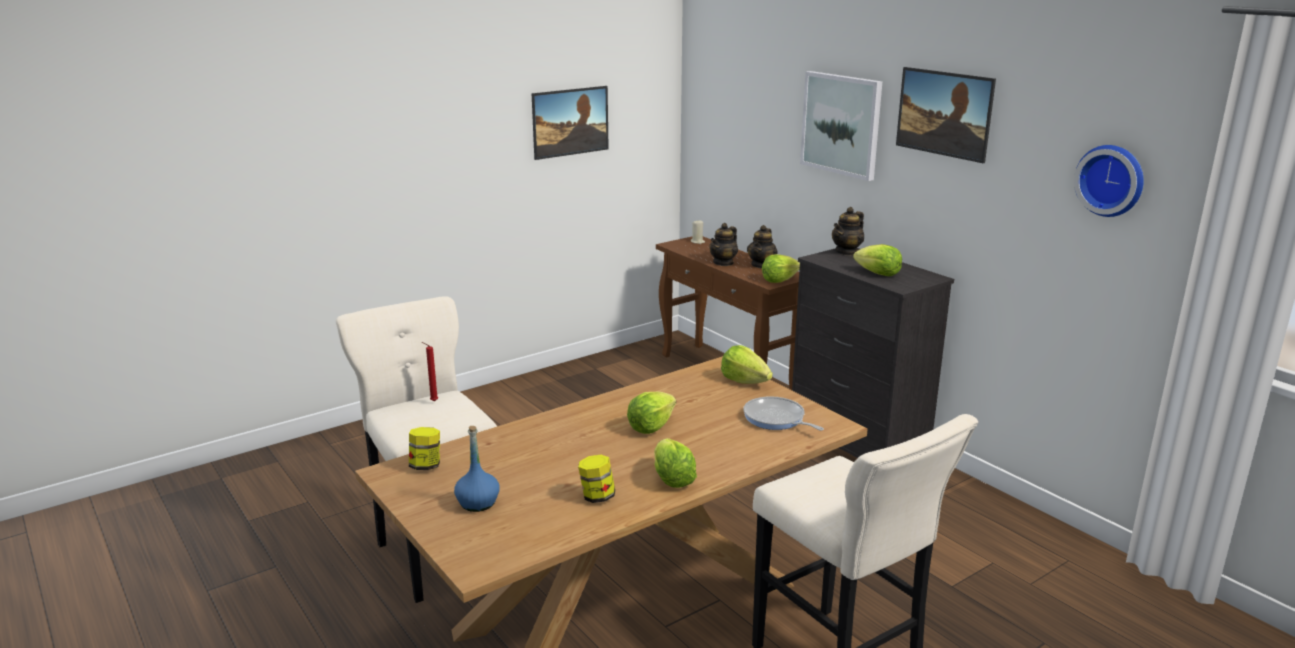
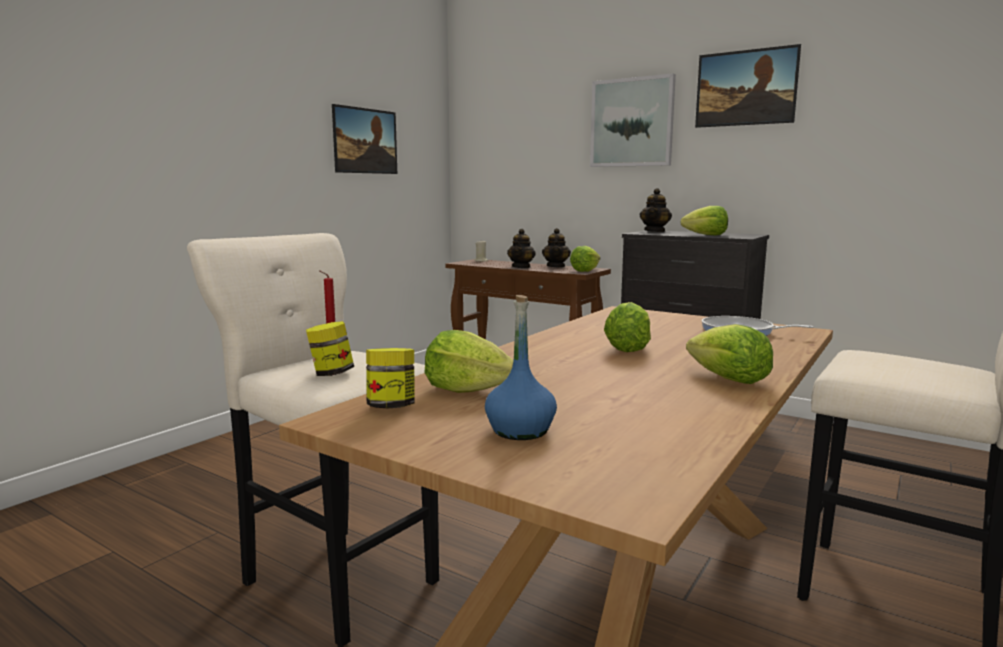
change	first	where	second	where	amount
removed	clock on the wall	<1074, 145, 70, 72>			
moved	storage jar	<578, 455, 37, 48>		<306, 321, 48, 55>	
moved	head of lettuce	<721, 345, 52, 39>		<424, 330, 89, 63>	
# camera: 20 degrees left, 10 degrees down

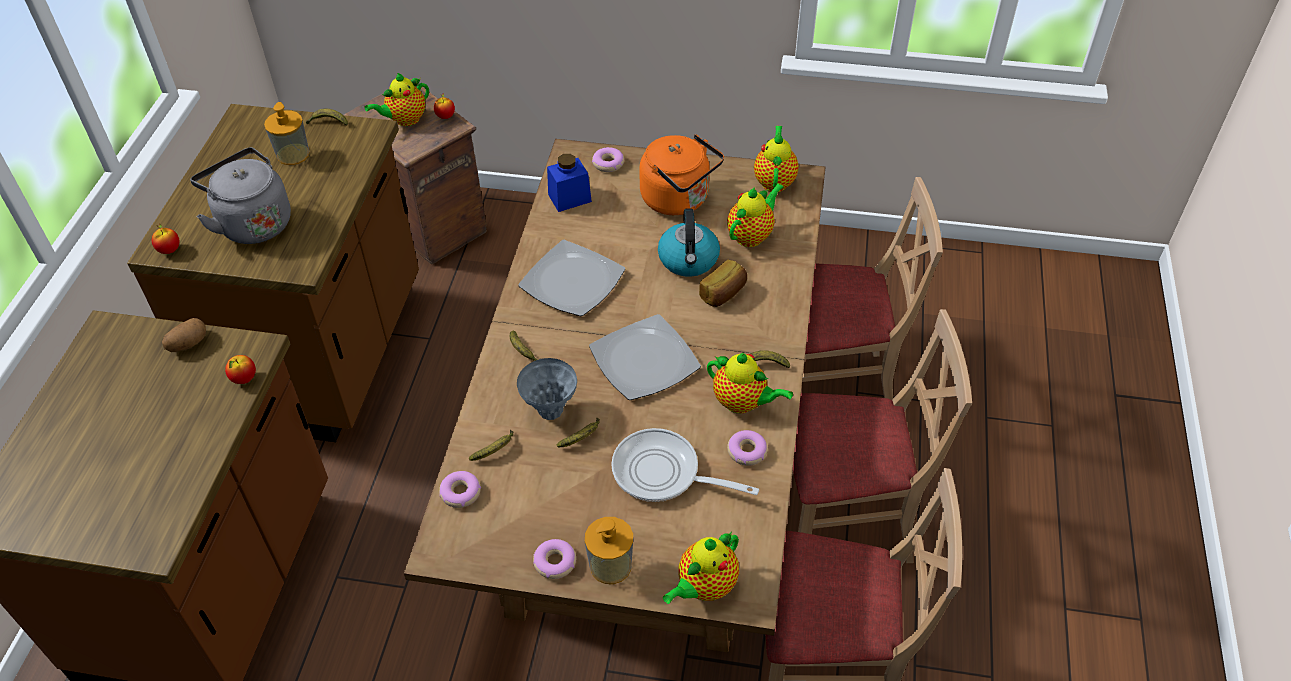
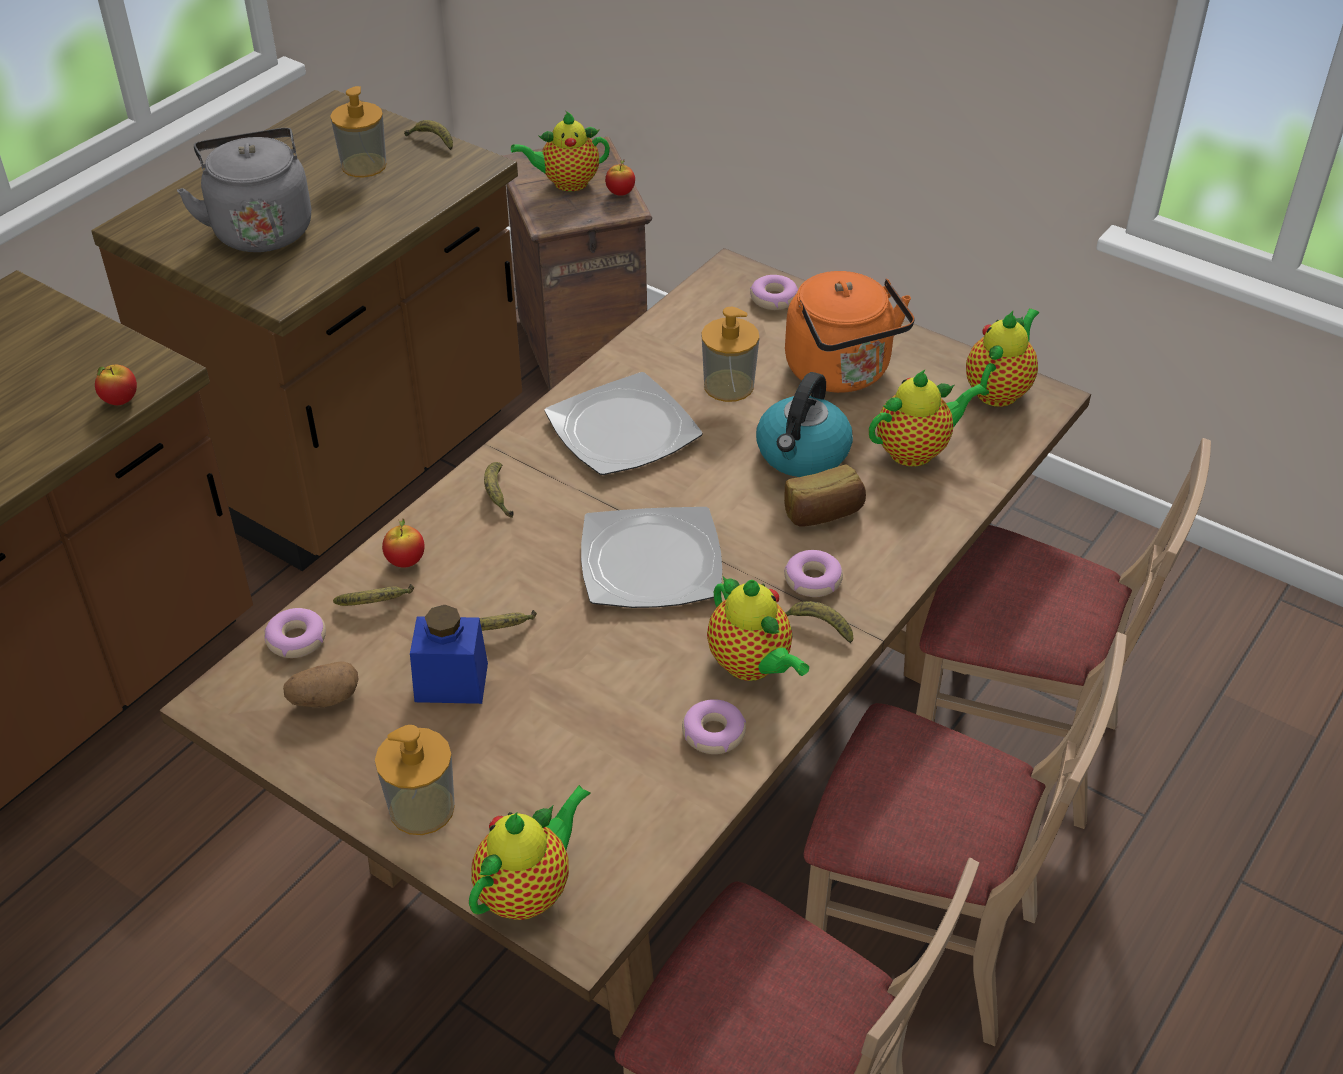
change	first	where	second	where	amount
removed	gray flower vase	<517, 358, 60, 62>			
removed	pan	<611, 428, 148, 74>			
added			liquid soap bottle	<701, 307, 58, 95>	
moved	whole apple	<152, 224, 27, 30>		<382, 519, 42, 49>	
moved	whole potato	<162, 318, 44, 34>		<283, 661, 76, 46>	
moved	donut	<533, 539, 43, 40>		<784, 550, 59, 47>	
moved	blue-coloured storage jar	<547, 154, 45, 58>		<410, 605, 78, 99>	
turned	teapot	<663, 532, 76, 72>		<469, 785, 122, 135>	150 degrees clockwise
# camera: 25 degrees right, 5 degrees down

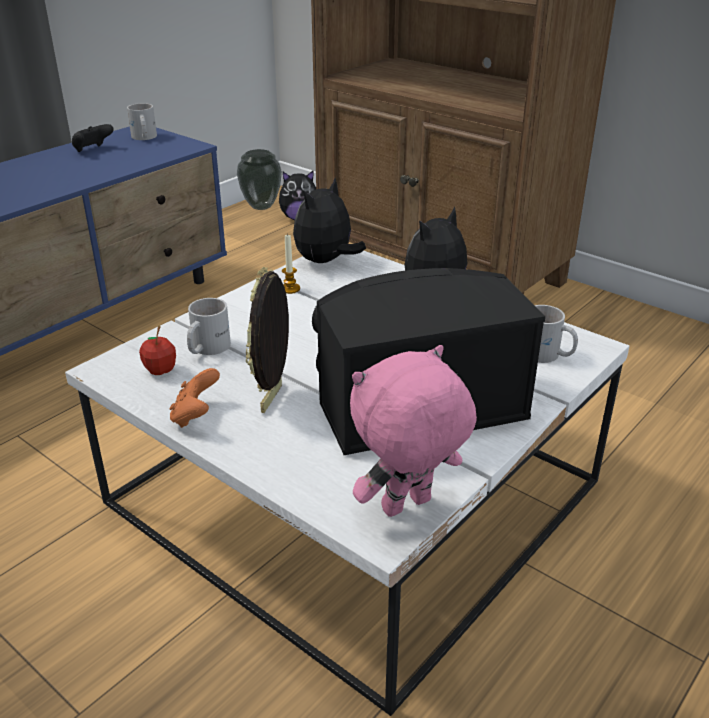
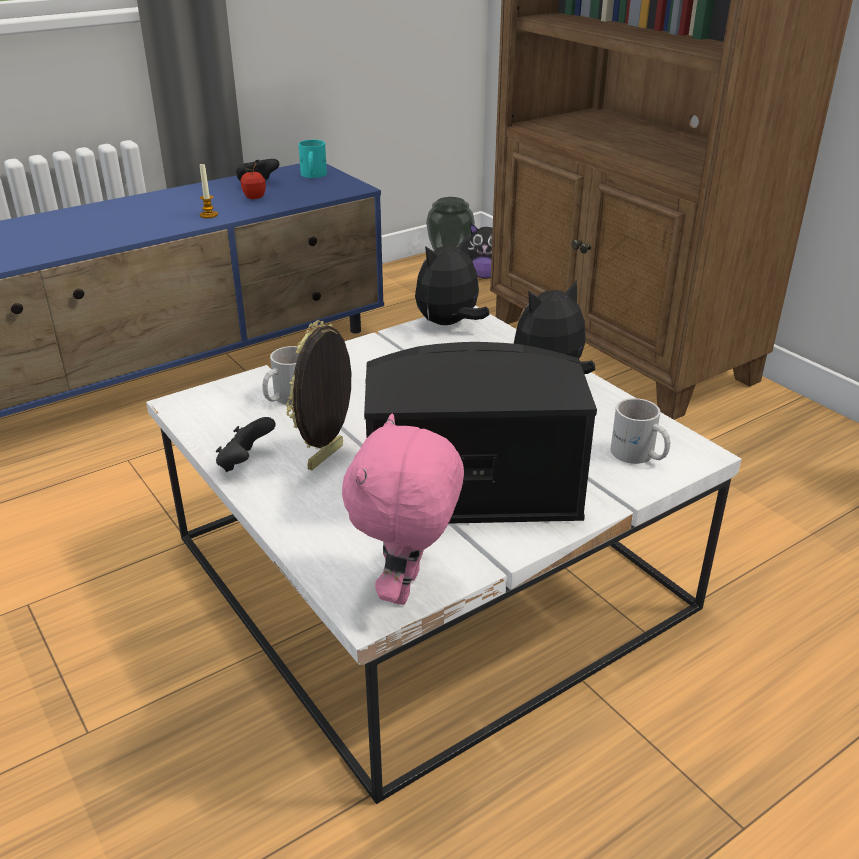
change	first	where	second	where	amount
moved	whole apple	<139, 326, 37, 49>		<240, 163, 26, 36>	
moved	candle	<282, 233, 18, 61>		<200, 164, 18, 54>	
recoloured	white tea mug	<127, 103, 30, 37>	blue-green tea mug	<298, 140, 29, 38>	
recoloured	orange-coloured game controller	<170, 368, 50, 60>	black game controller	<216, 417, 60, 55>	
turned	pinkish soft toy	<350, 345, 127, 172>		<342, 413, 122, 192>	60 degrees counterclockwise
# camera: 15 degrees right, 0 degrees up

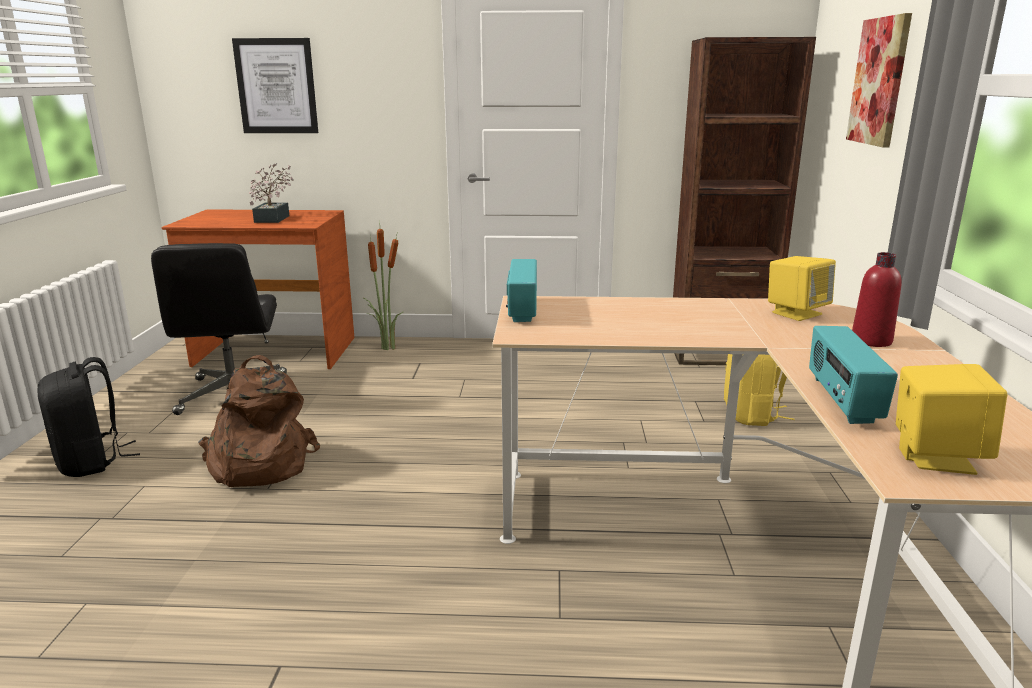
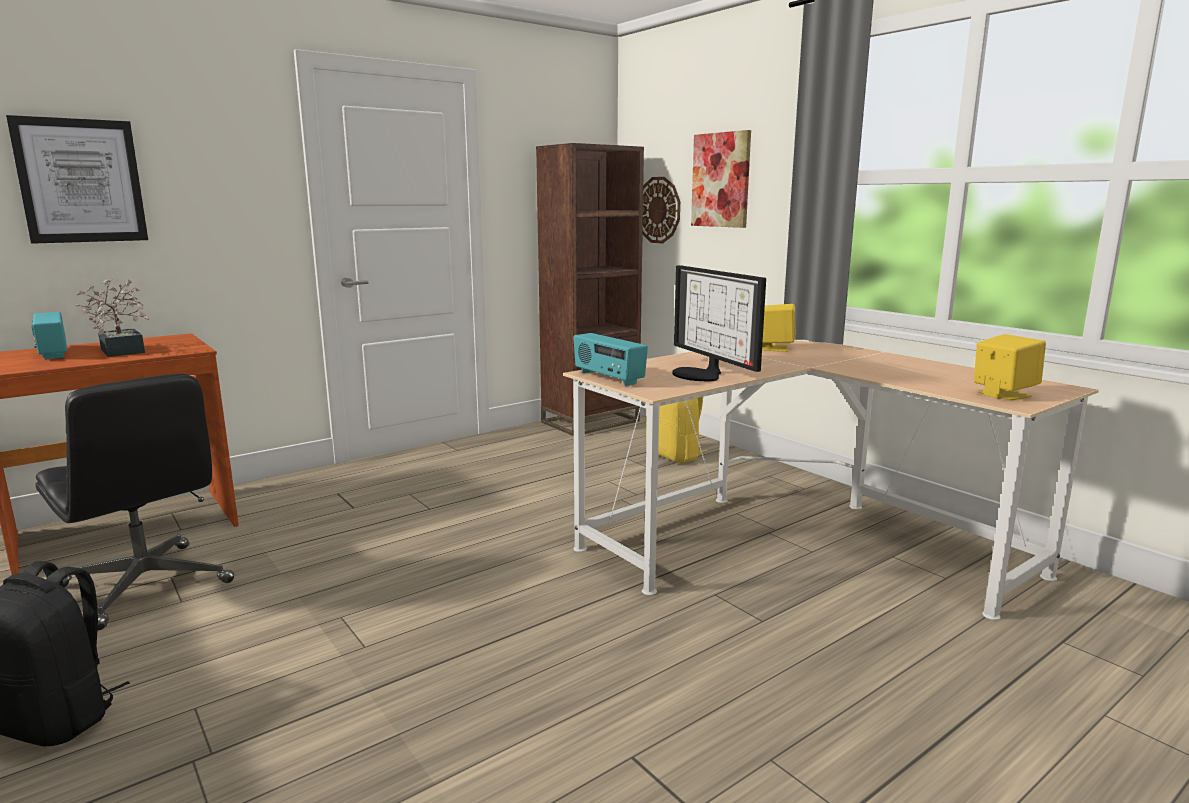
change	first	where	second	where	amount
removed	brownish knapsack	<198, 355, 122, 132>			
removed	houseplant	<364, 229, 39, 121>			
removed	reddish bottle	<852, 252, 50, 95>			
added			clock on the wall	<642, 177, 38, 67>	
added			computer display	<672, 265, 94, 116>	
moved	radio receiver	<809, 326, 89, 98>		<31, 312, 36, 48>	
# camera: 40 degrees left, 5 degrees down

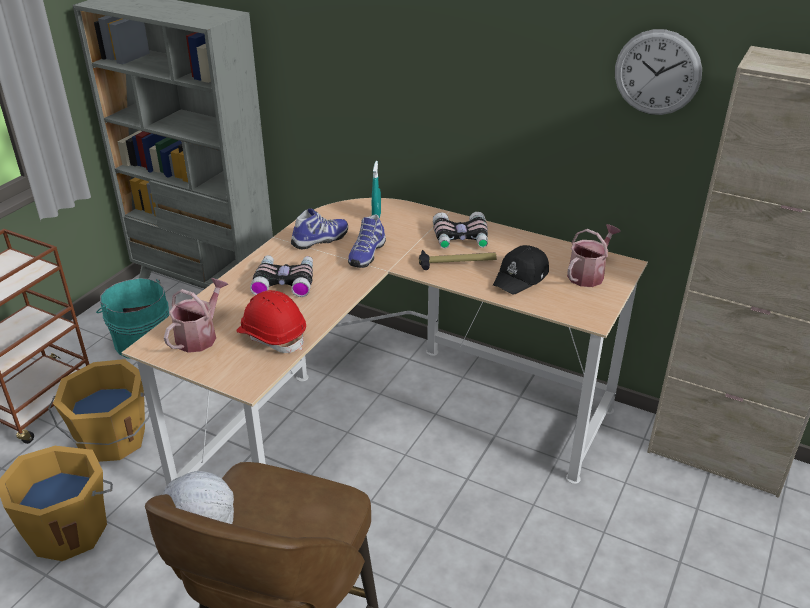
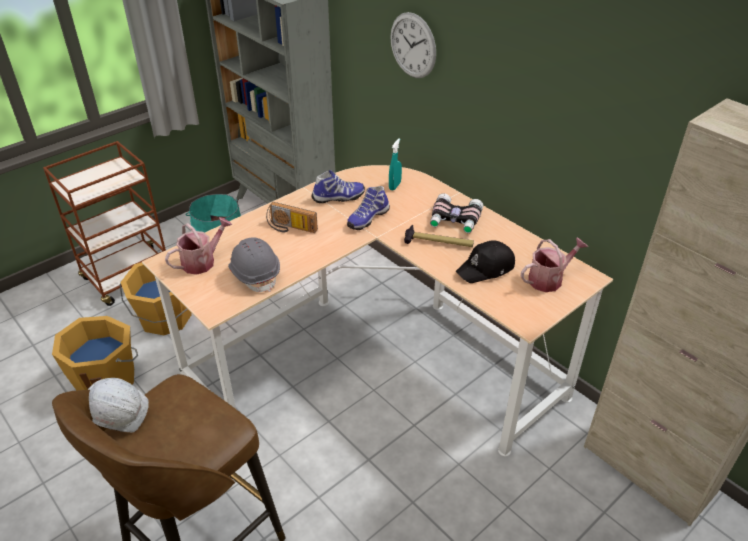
change	first	where	second	where	amount
moved	clock on the wall	<615, 29, 87, 86>		<390, 12, 46, 66>	
replaced	pair of binoculars	<250, 255, 63, 42>	radio receiver	<266, 202, 52, 31>	
recoloured	reddish work helmet	<236, 290, 70, 63>	gray work helmet	<228, 237, 52, 55>	
# camera: 20 degrees right, 5 degrees up

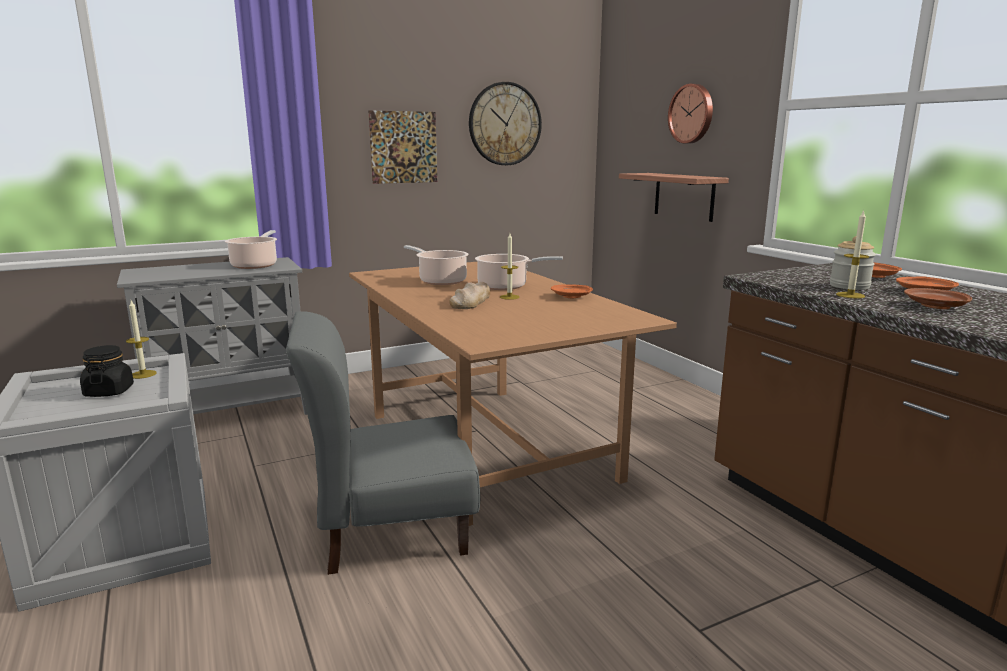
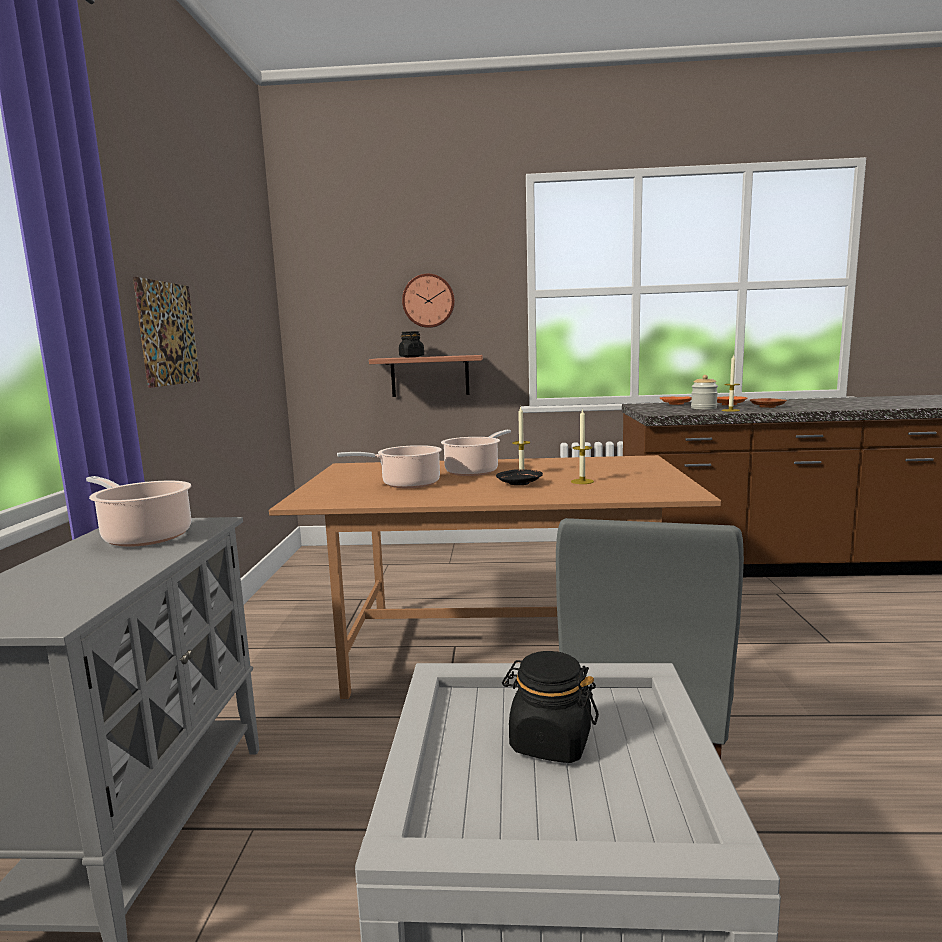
change	first	where	second	where	amount
removed	clock on the wall	<469, 82, 73, 83>			
removed	orange-coloured dinner plate	<551, 284, 42, 14>			
added			black storage jar	<399, 331, 25, 26>	
moved	candle	<126, 301, 30, 78>		<571, 408, 23, 76>	
replaced	bread	<449, 282, 41, 27>	black dinner plate	<496, 469, 47, 16>	
# camera: 60 degrees left, 5 degrees down

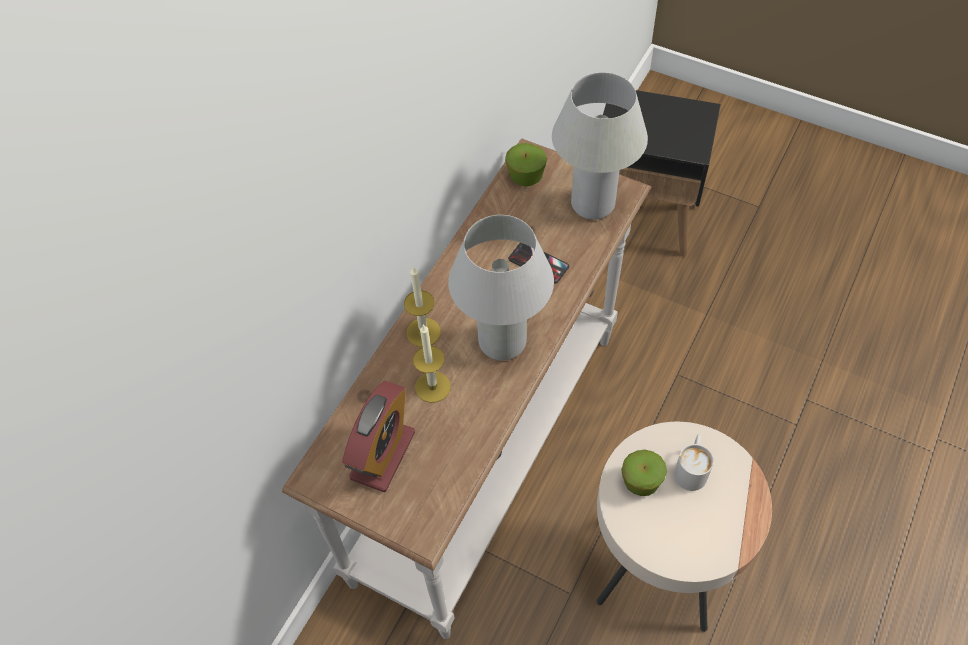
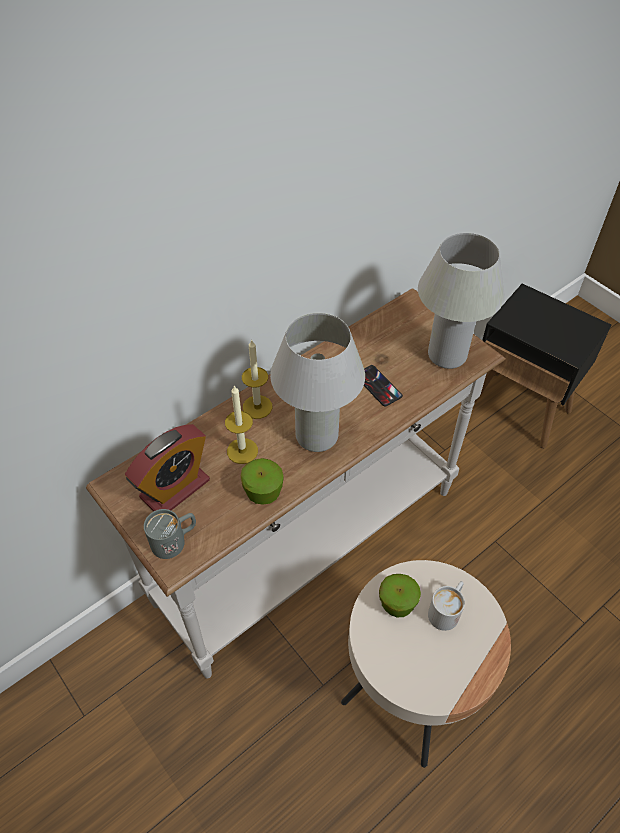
change	first	where	second	where	amount
added			gray tea mug	<144, 509, 52, 50>	
moved	whole apple	<505, 143, 42, 44>		<241, 458, 42, 47>	
# camera: 20 degrees right, 5 degrees down

